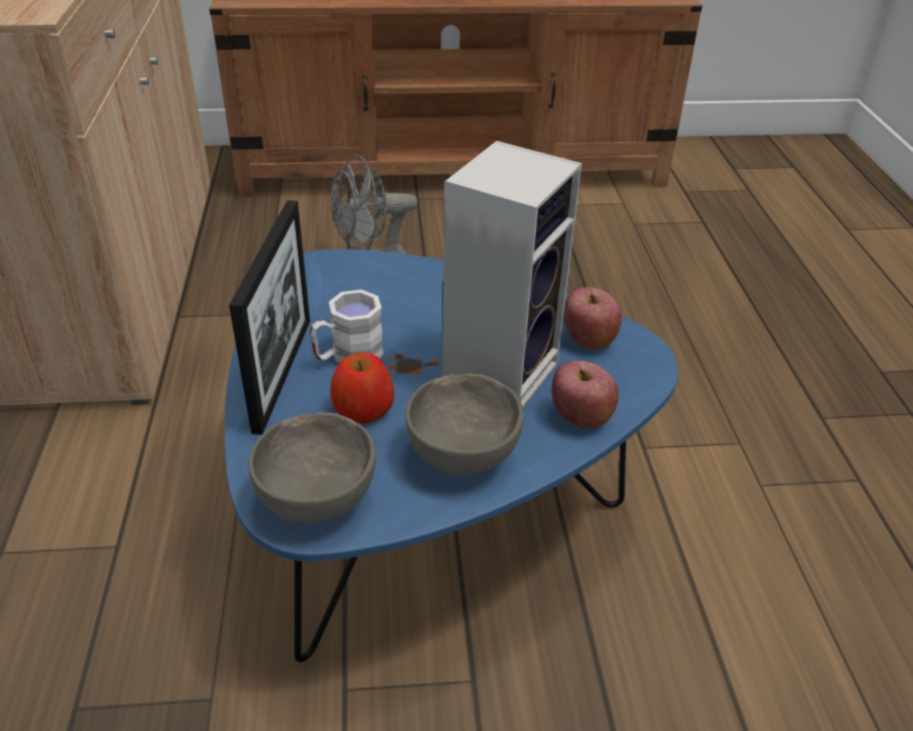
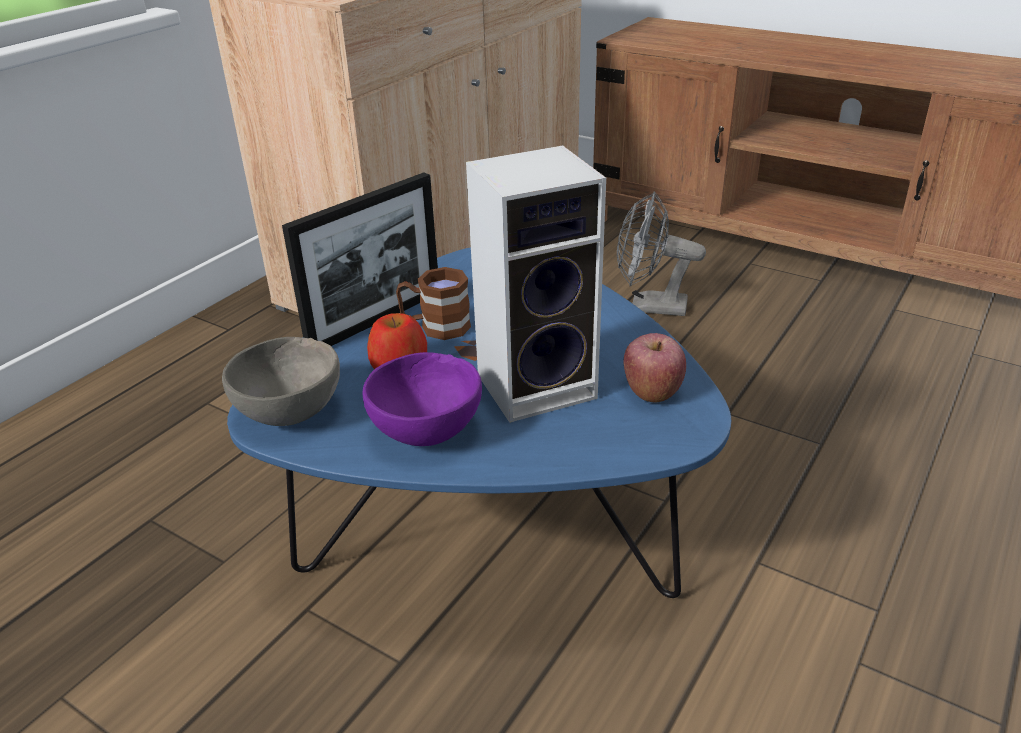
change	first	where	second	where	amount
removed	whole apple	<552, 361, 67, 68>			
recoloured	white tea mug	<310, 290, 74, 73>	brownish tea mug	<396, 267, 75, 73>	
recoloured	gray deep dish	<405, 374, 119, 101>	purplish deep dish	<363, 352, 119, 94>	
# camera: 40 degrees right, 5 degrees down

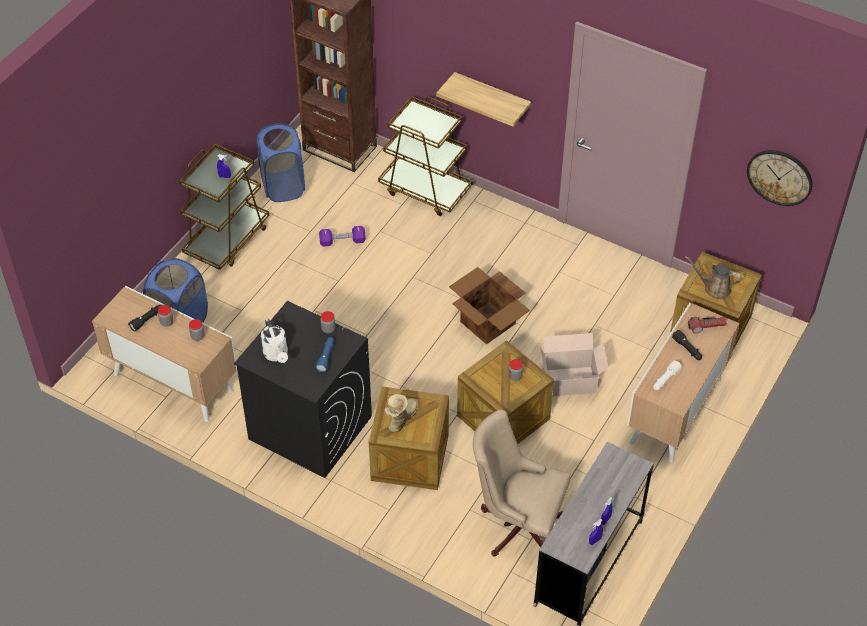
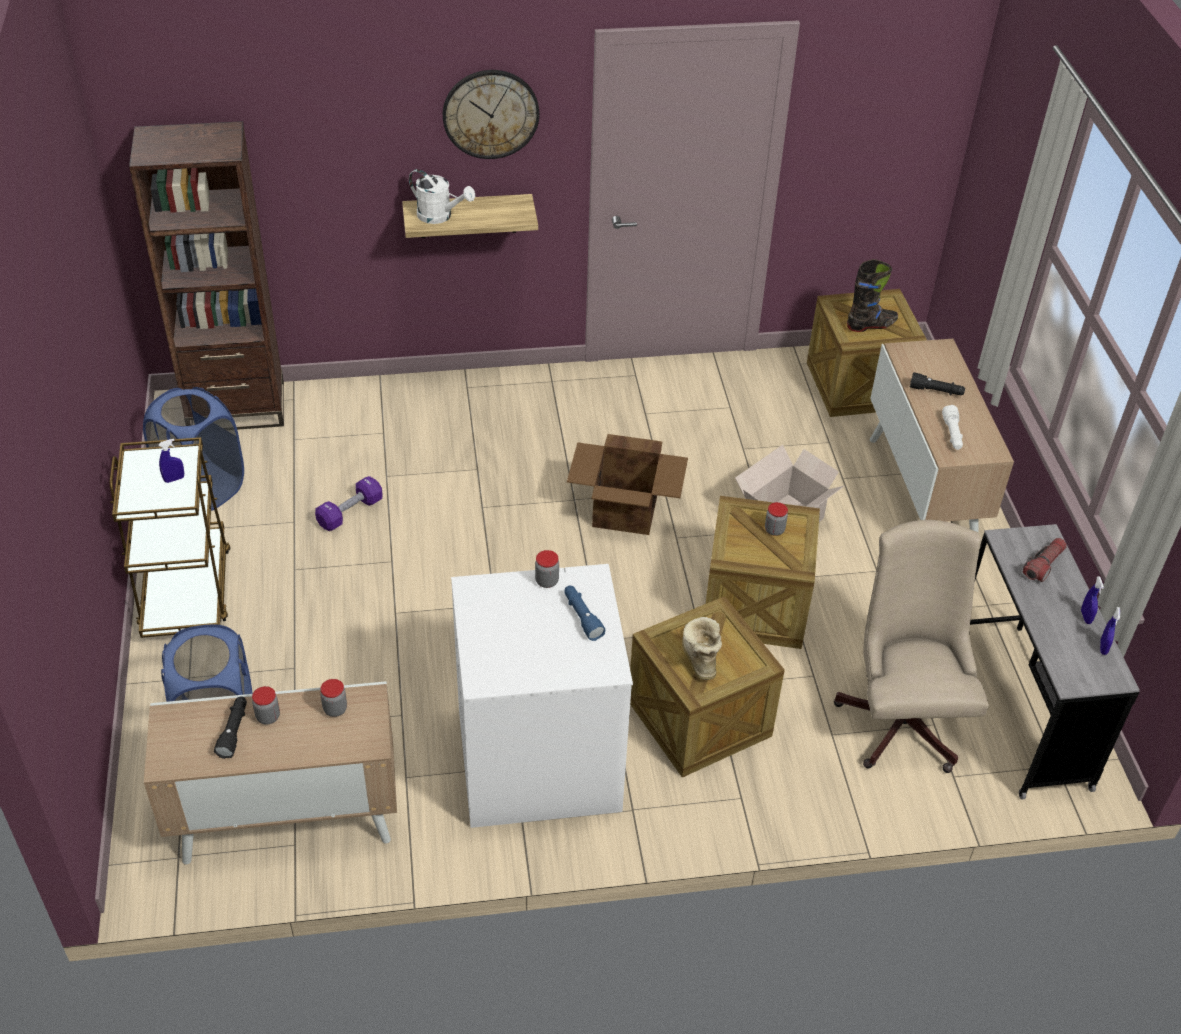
change	first	where	second	where	amount
removed	brownish trolley	<378, 96, 94, 120>			
moved	white watering pot	<261, 319, 27, 44>		<409, 169, 66, 55>	
moved	flashlight	<688, 317, 39, 17>		<1023, 538, 44, 44>	
moved	clock on the wall	<747, 150, 66, 56>		<443, 70, 96, 89>	
replaced	brownish watering pot	<685, 256, 57, 43>	black high-top boot	<847, 259, 51, 73>	
recoloured	black washing machine	<234, 301, 138, 177>	white washing machine	<451, 564, 182, 264>	
turned	beige office chair	<473, 409, 98, 147>		<834, 520, 155, 253>	105 degrees clockwise
# camera: 40 degrees left, 5 degrees down

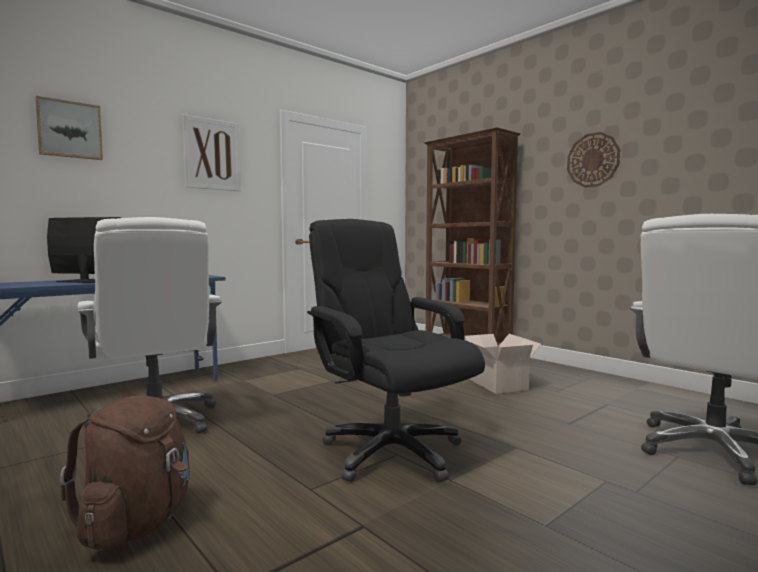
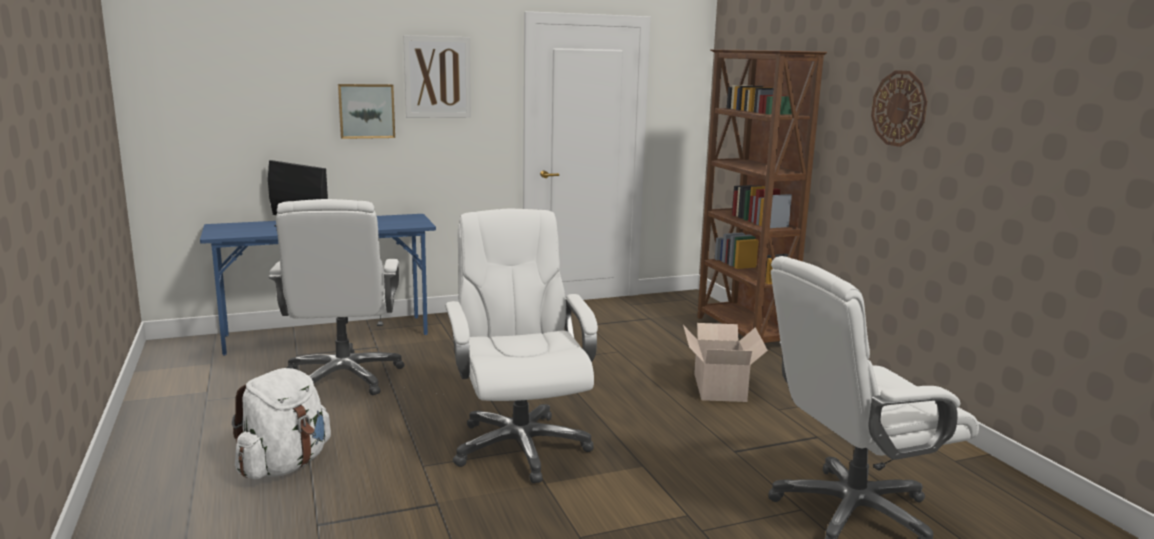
change	first	where	second	where	amount
moved	wall picture	<36, 96, 67, 64>		<338, 84, 57, 55>	
recoloured	brownish knapsack	<60, 396, 130, 154>	white knapsack	<232, 368, 99, 111>	
recoloured	black office chair	<307, 219, 178, 263>	white office chair	<445, 209, 153, 274>	
# camera: 20 degrees right, 10 degrees up

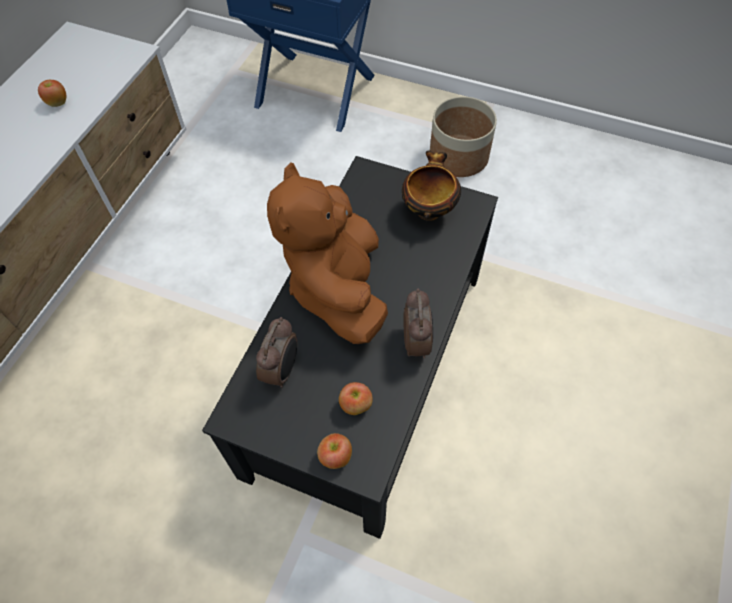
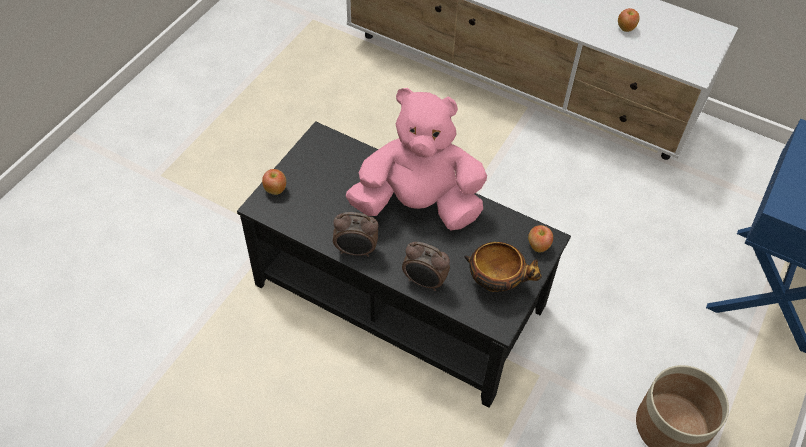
change	first	where	second	where	amount
moved	alarm clock	<256, 317, 41, 71>		<402, 242, 48, 49>	
moved	whole apple	<339, 382, 34, 33>		<528, 225, 25, 27>	
recoloured	brownish soft toy	<267, 162, 121, 182>	pinkish soft toy	<346, 88, 141, 142>	
# camera: 95 degrees right, 5 degrees down

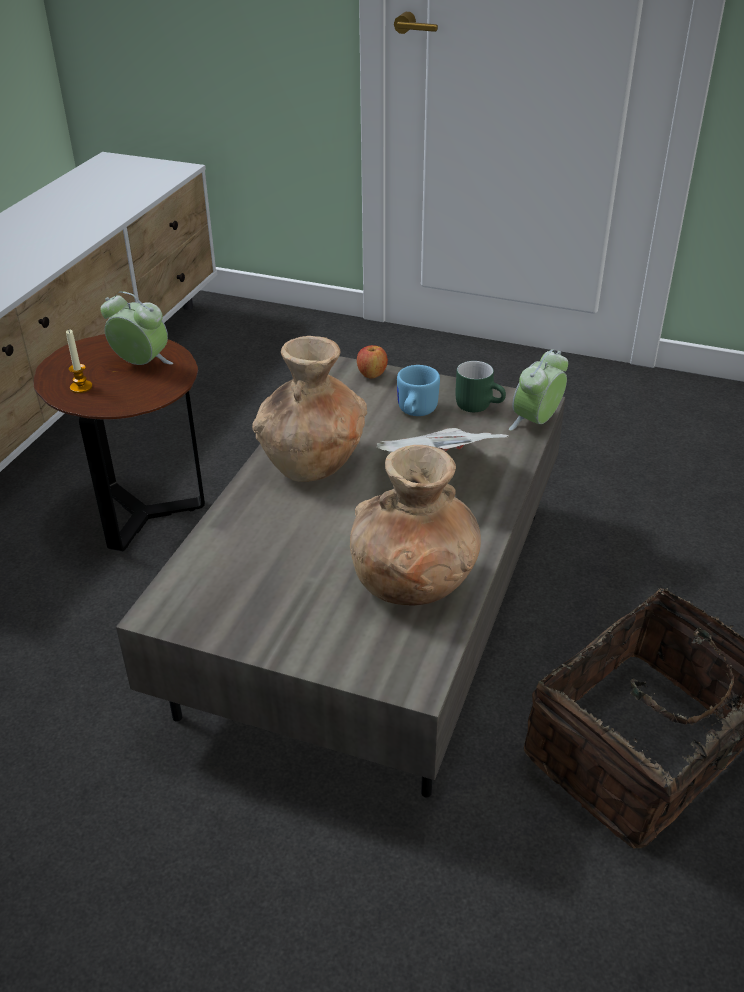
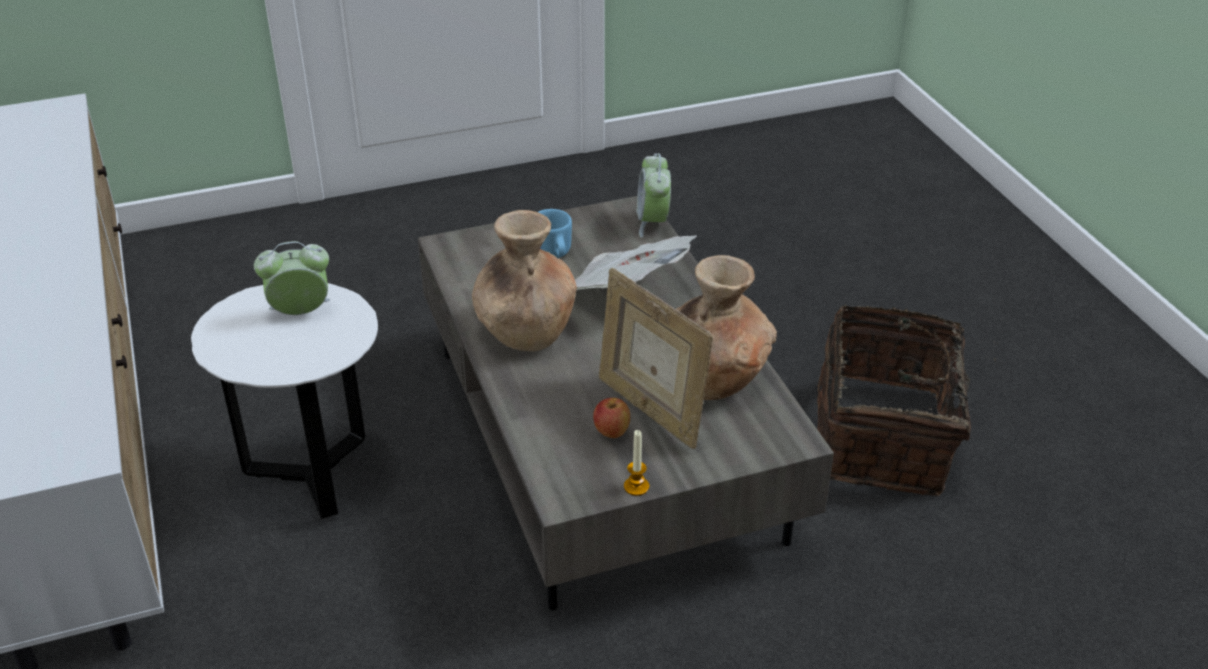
change	first	where	second	where	amount
removed	green tea mug	<455, 361, 51, 51>			
added			picture frame	<599, 268, 114, 181>	
moved	candle	<66, 330, 26, 63>		<624, 430, 25, 66>	
moved	whole apple	<357, 345, 31, 34>		<593, 398, 37, 40>	
recoloured	brownish side table	<34, 334, 171, 217>	white side table	<191, 283, 187, 236>	
# camera: 40 degrees left, 0 degrees up

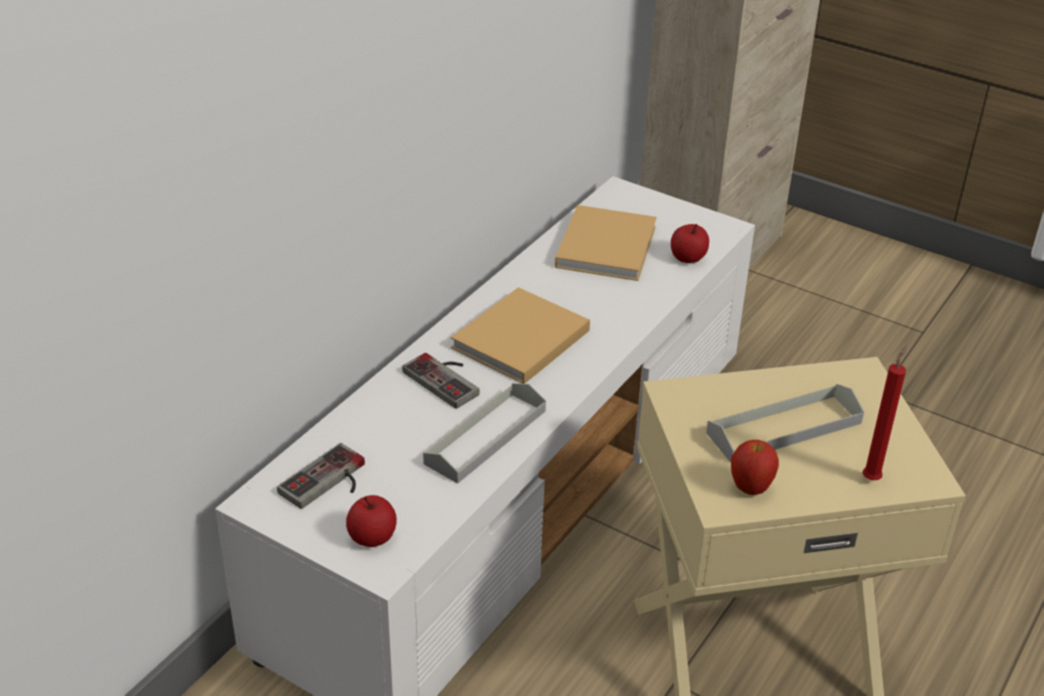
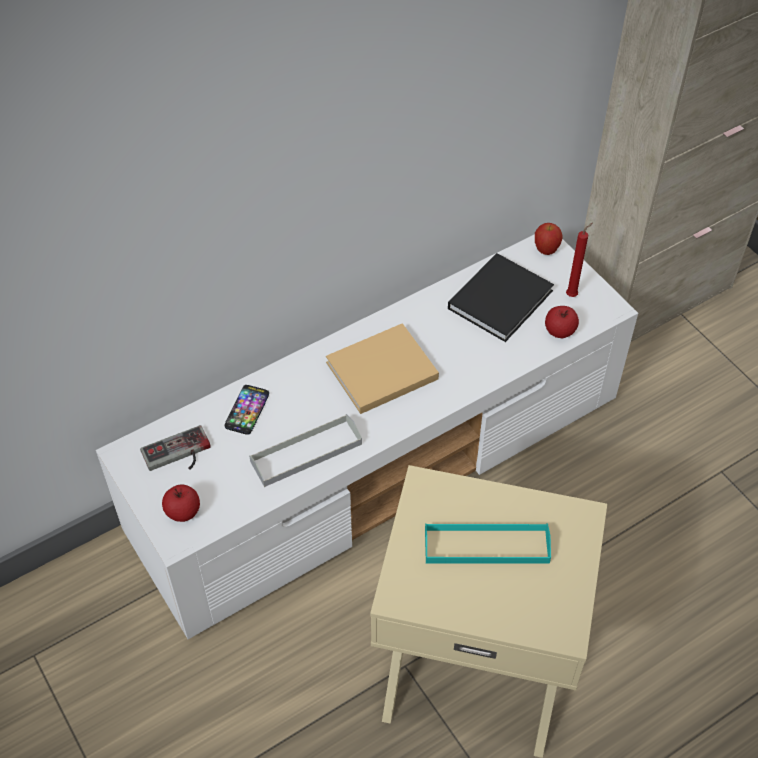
change	first	where	second	where	amount
removed	game controller	<402, 353, 78, 56>			
added			phone	<224, 385, 45, 50>	
moved	whole apple	<731, 440, 48, 55>		<535, 223, 27, 32>	
moved	reddish candle	<863, 346, 44, 134>		<566, 223, 27, 74>	
recoloured	beige book	<555, 205, 102, 76>	black book	<448, 253, 106, 89>	
recoloured	gray carrying tray	<706, 384, 158, 79>	blue-green carrying tray	<425, 523, 126, 41>	
# camera: 25 degrees right, 15 degrees up

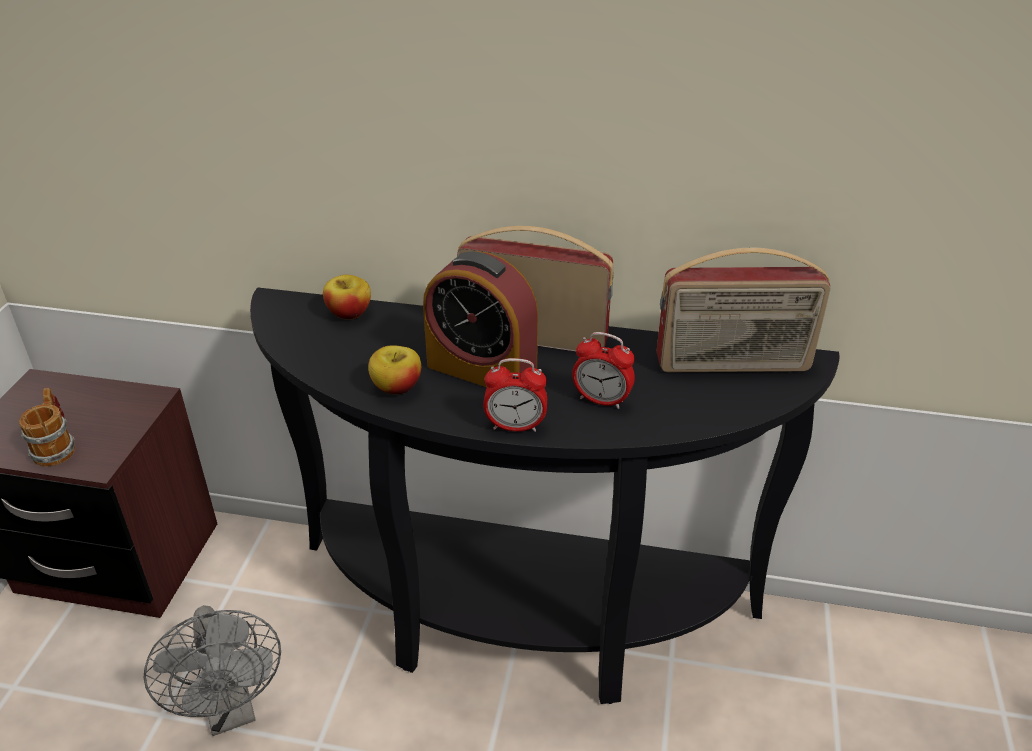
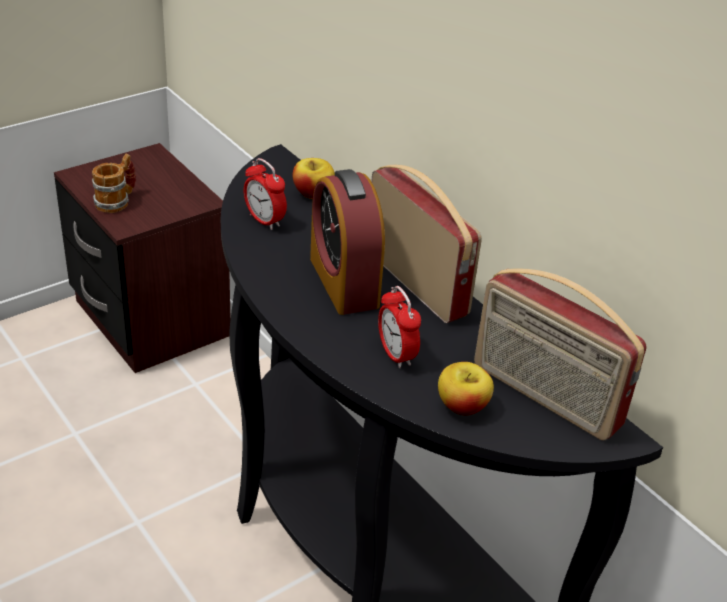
change	first	where	second	where	amount
removed	gray fan	<144, 605, 137, 131>			
moved	whole apple	<368, 345, 53, 49>		<438, 362, 56, 54>	
moved	alarm clock	<483, 358, 64, 74>		<244, 158, 43, 72>	
# camera: 40 degrees right, 0 degrees up

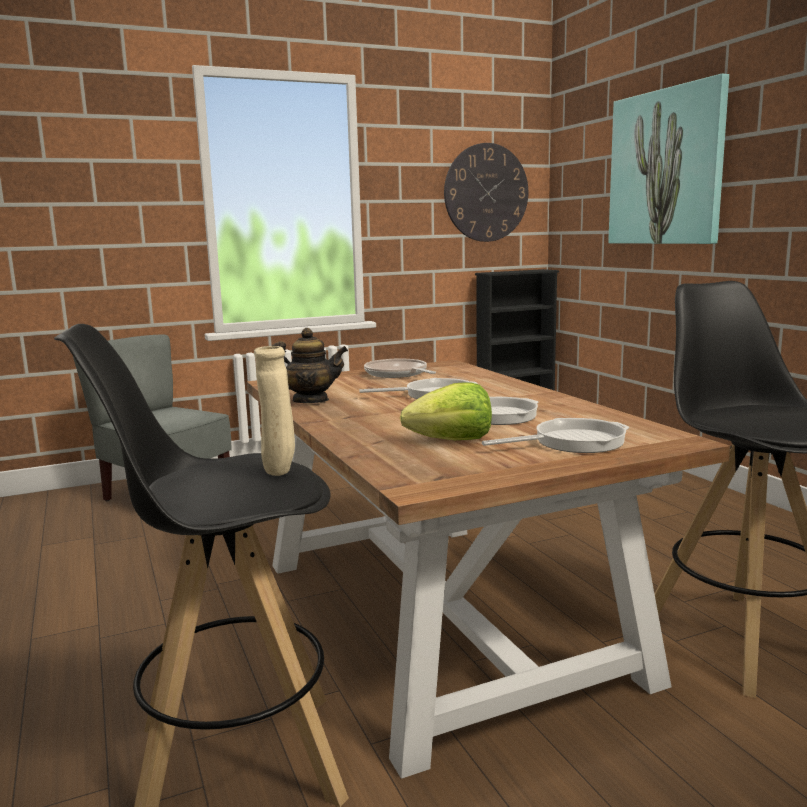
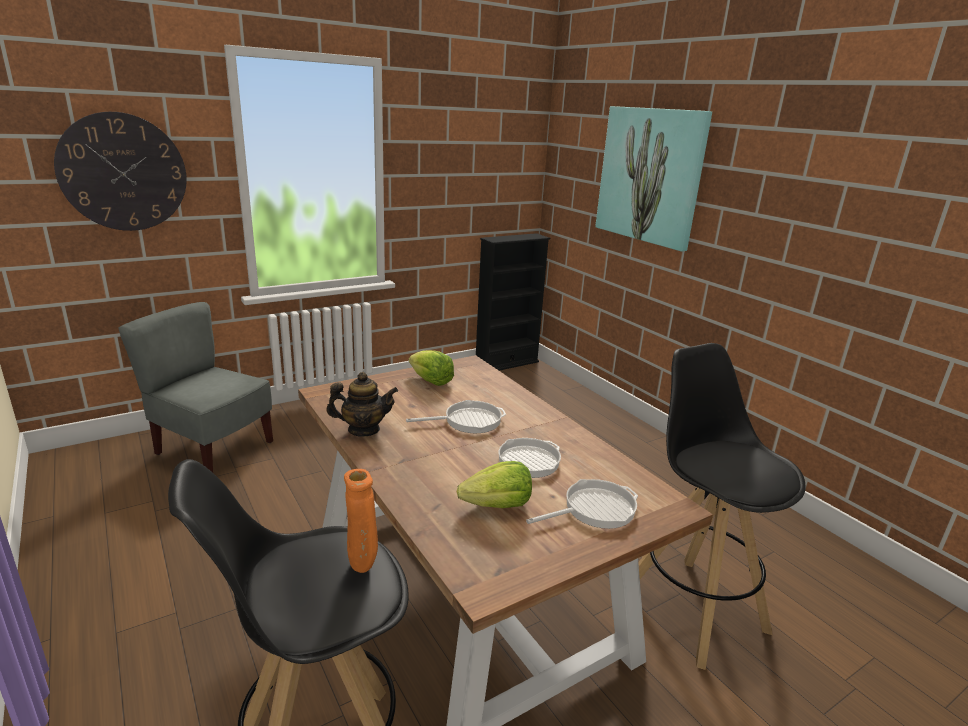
change	first	where	second	where	amount
moved	clock on the wall	<444, 143, 84, 99>		<54, 112, 133, 119>	
replaced	pan	<364, 359, 72, 19>	head of lettuce	<409, 350, 45, 36>	
recoloured	beige flower vase	<254, 346, 41, 130>	orange-coloured flower vase	<344, 469, 34, 104>	
# camera: 10 degrees left, 10 degrees up

